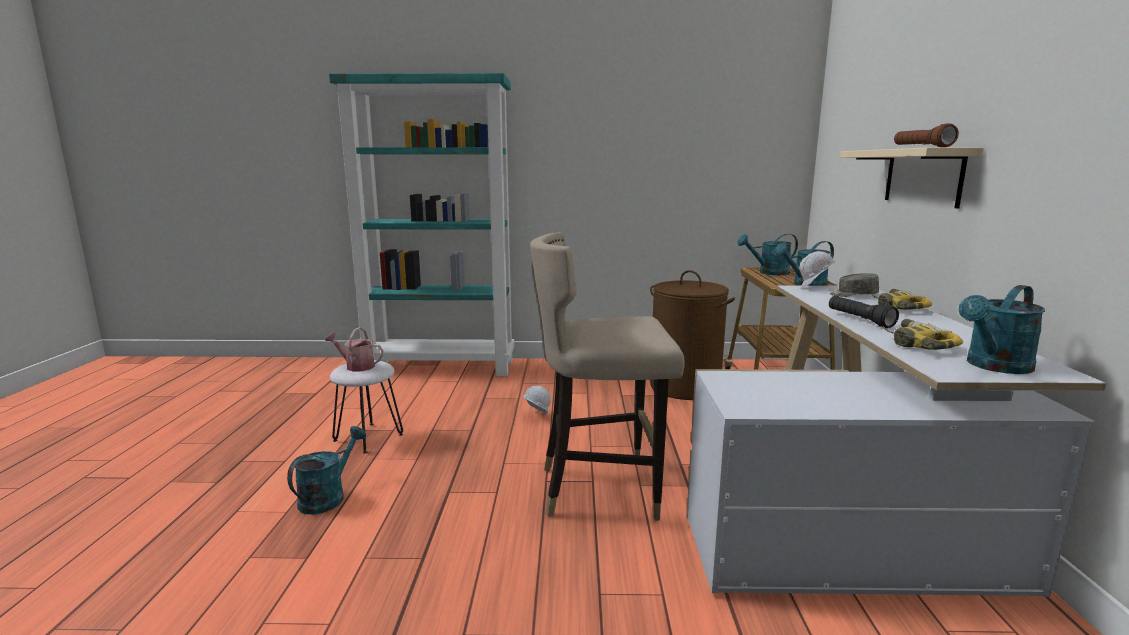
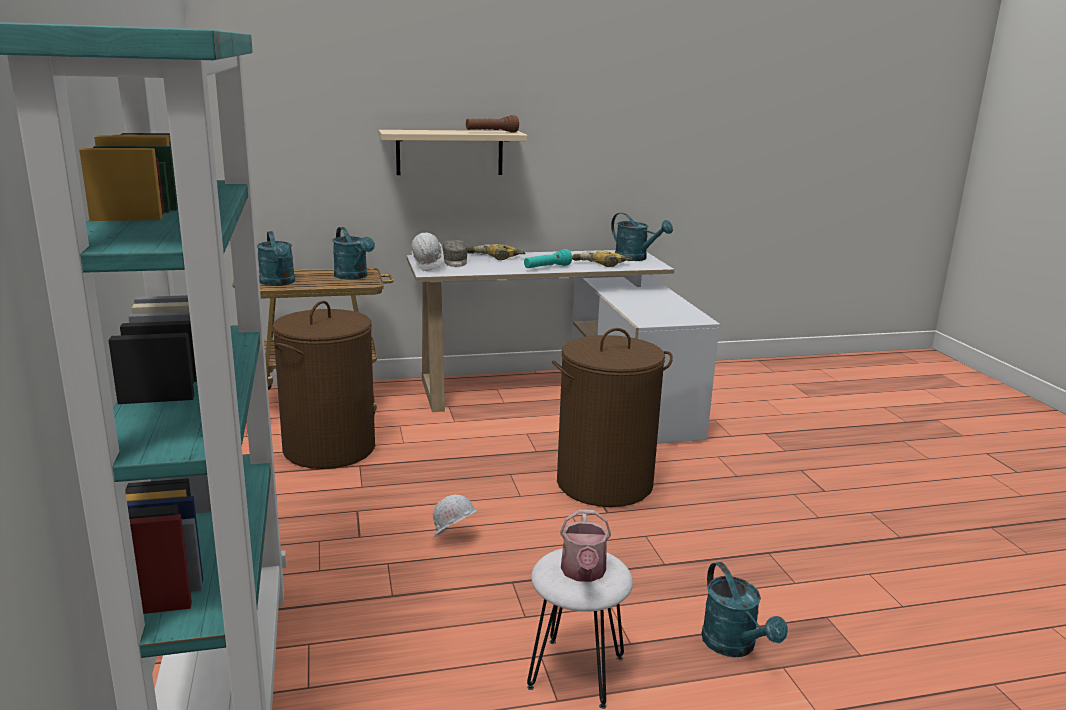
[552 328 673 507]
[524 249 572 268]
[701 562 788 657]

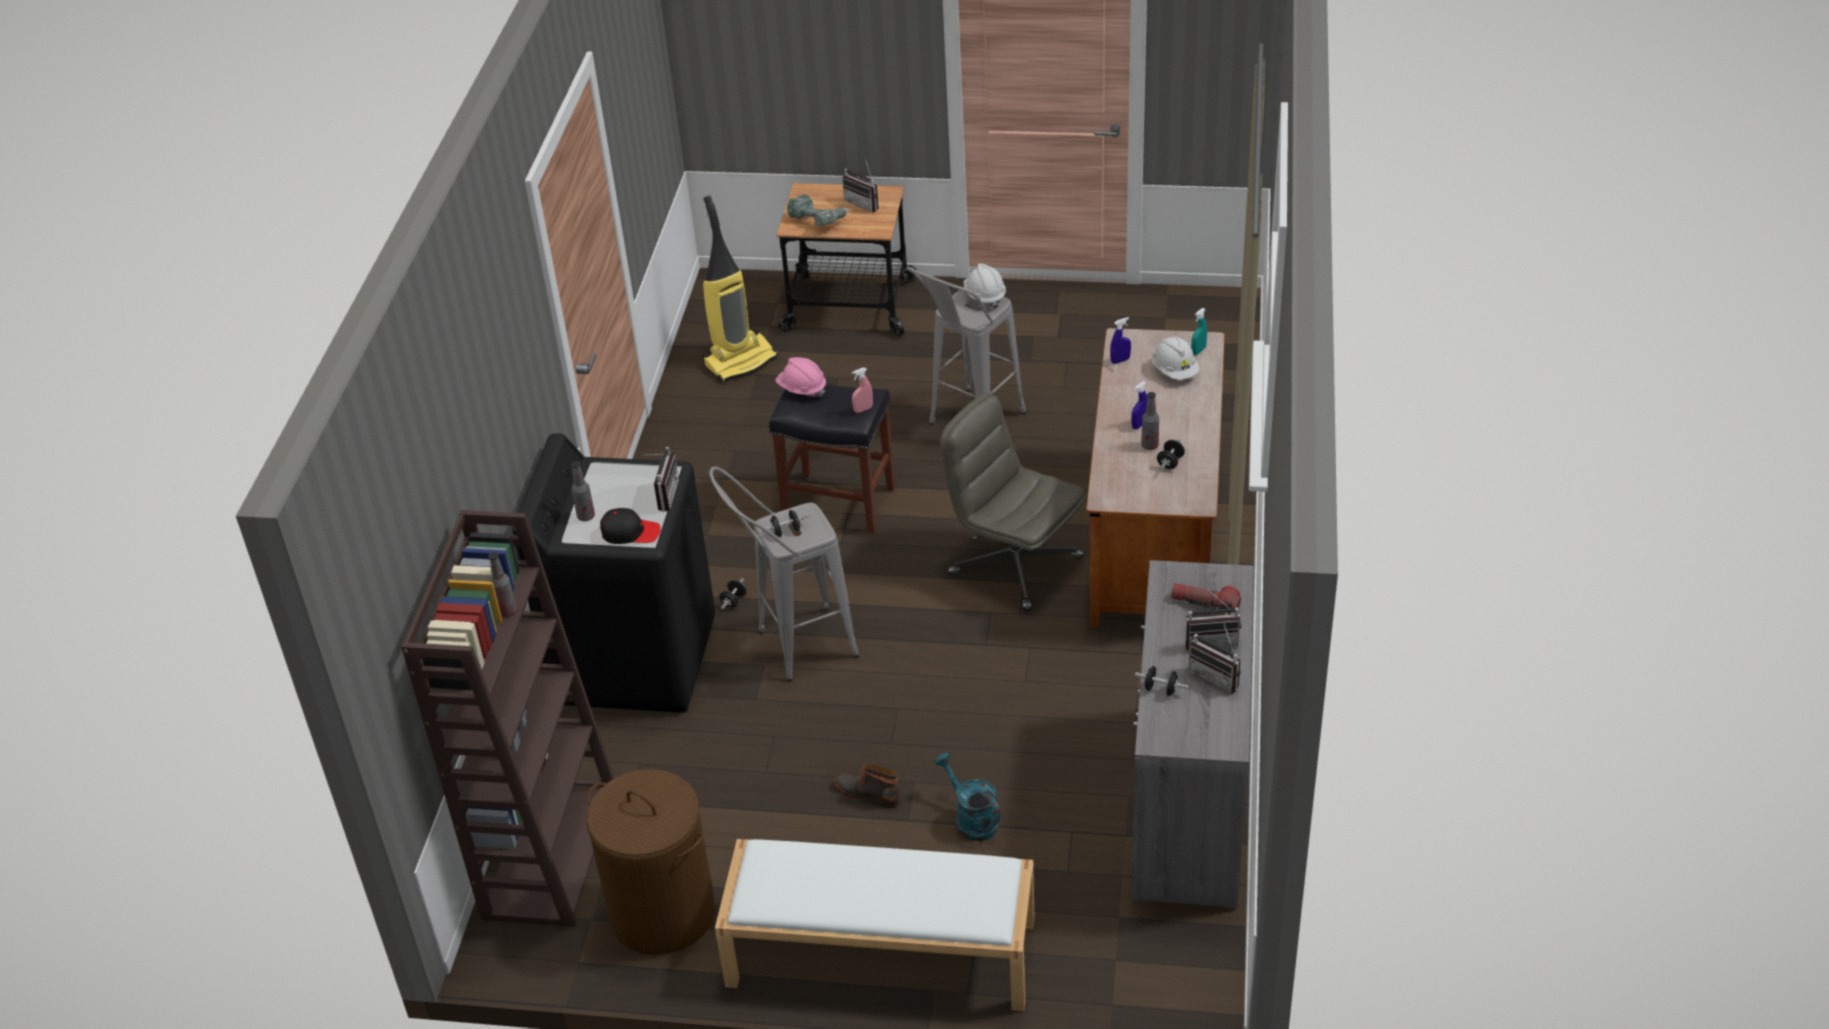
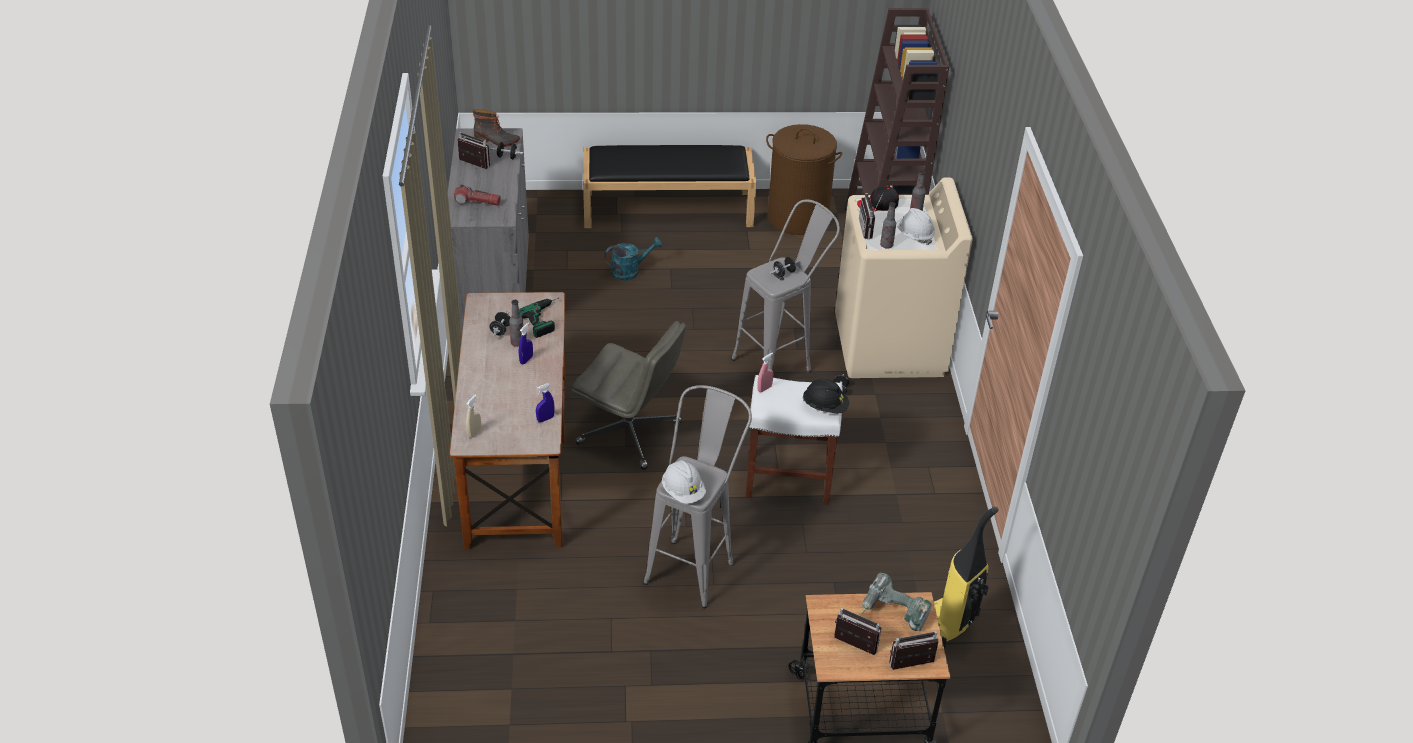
[519 298 559 338]
[880 202 896 249]
[473 109 520 147]
[896 208 935 245]
[889 631 939 670]
[835 177 972 378]
[583 145 756 228]
[746 375 842 505]
[802 379 849 414]
[466 395 481 438]
[604 237 662 281]

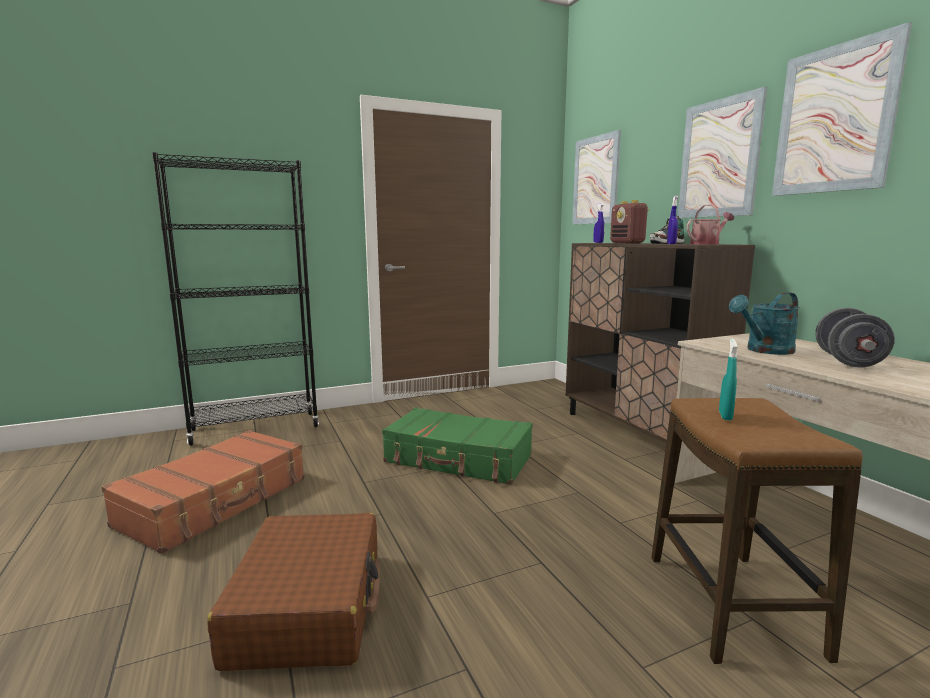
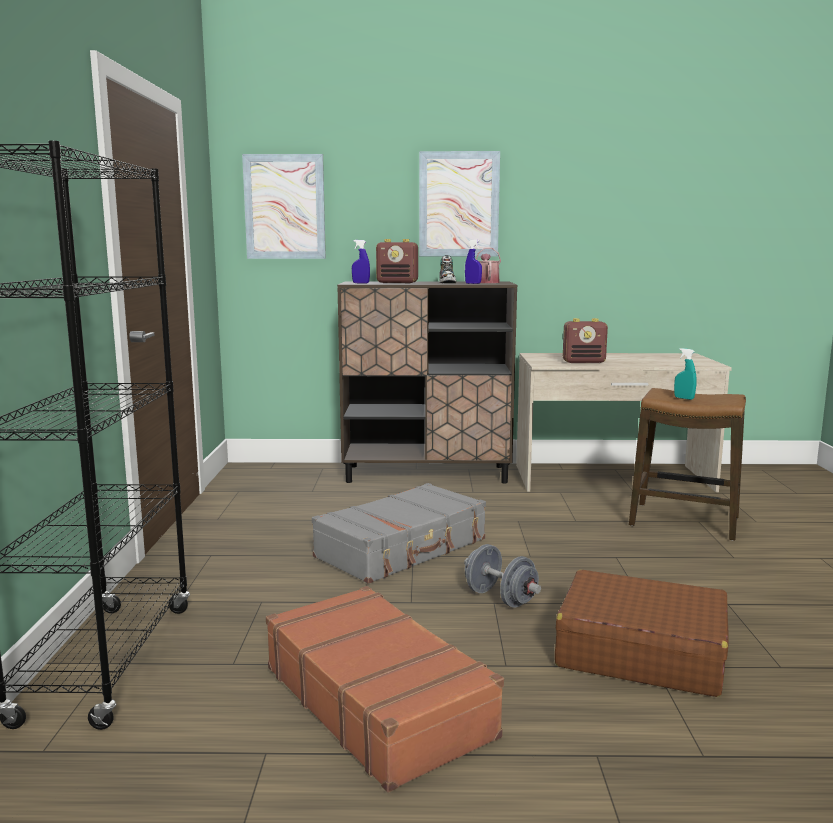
[772 22 912 196] (first image)
[464 544 541 608]
[563 318 608 363]
[312 483 486 584]

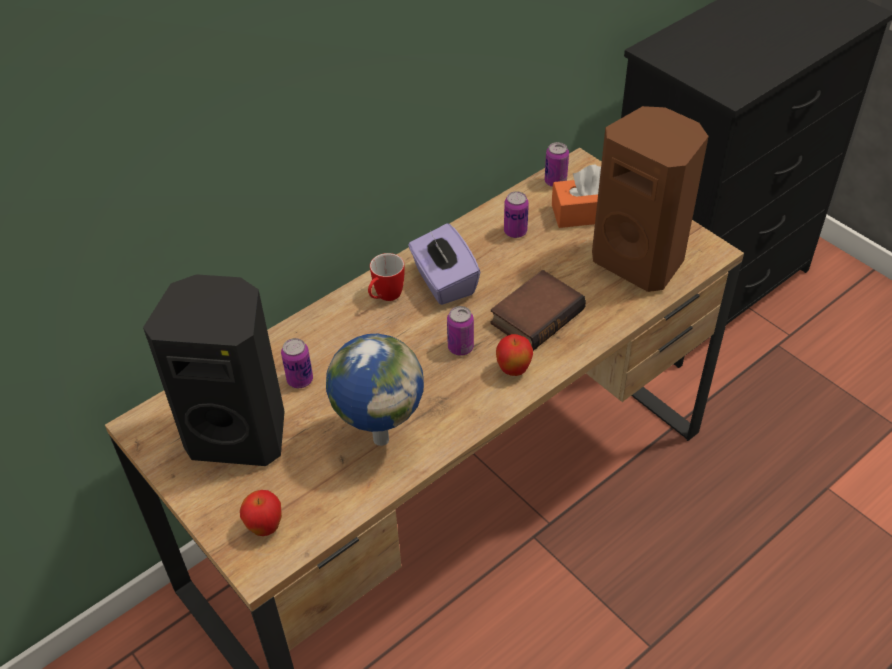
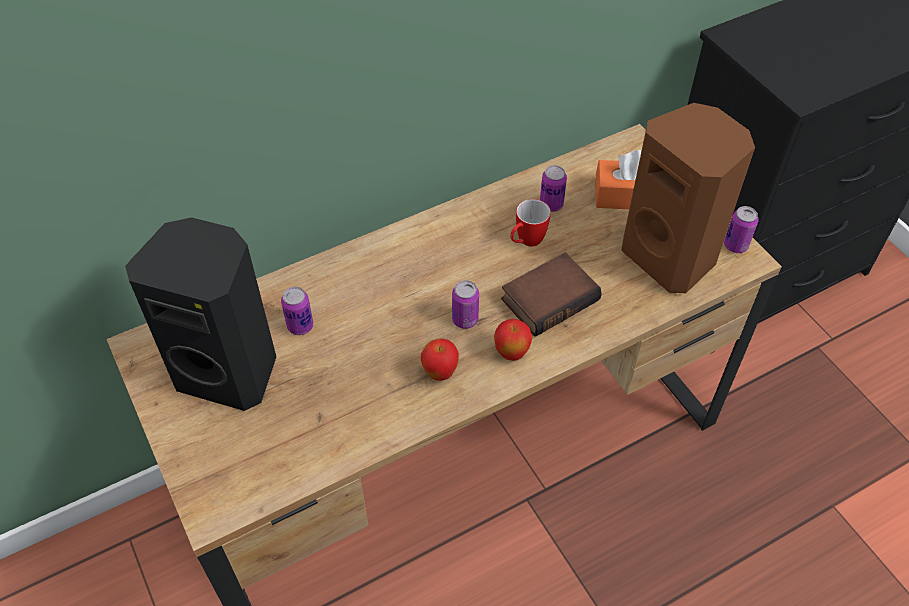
[326 334 424 446] (first image)
[408 223 481 305] (first image)
[421 339 459 381]
[510 199 551 247]
[724 206 759 253]

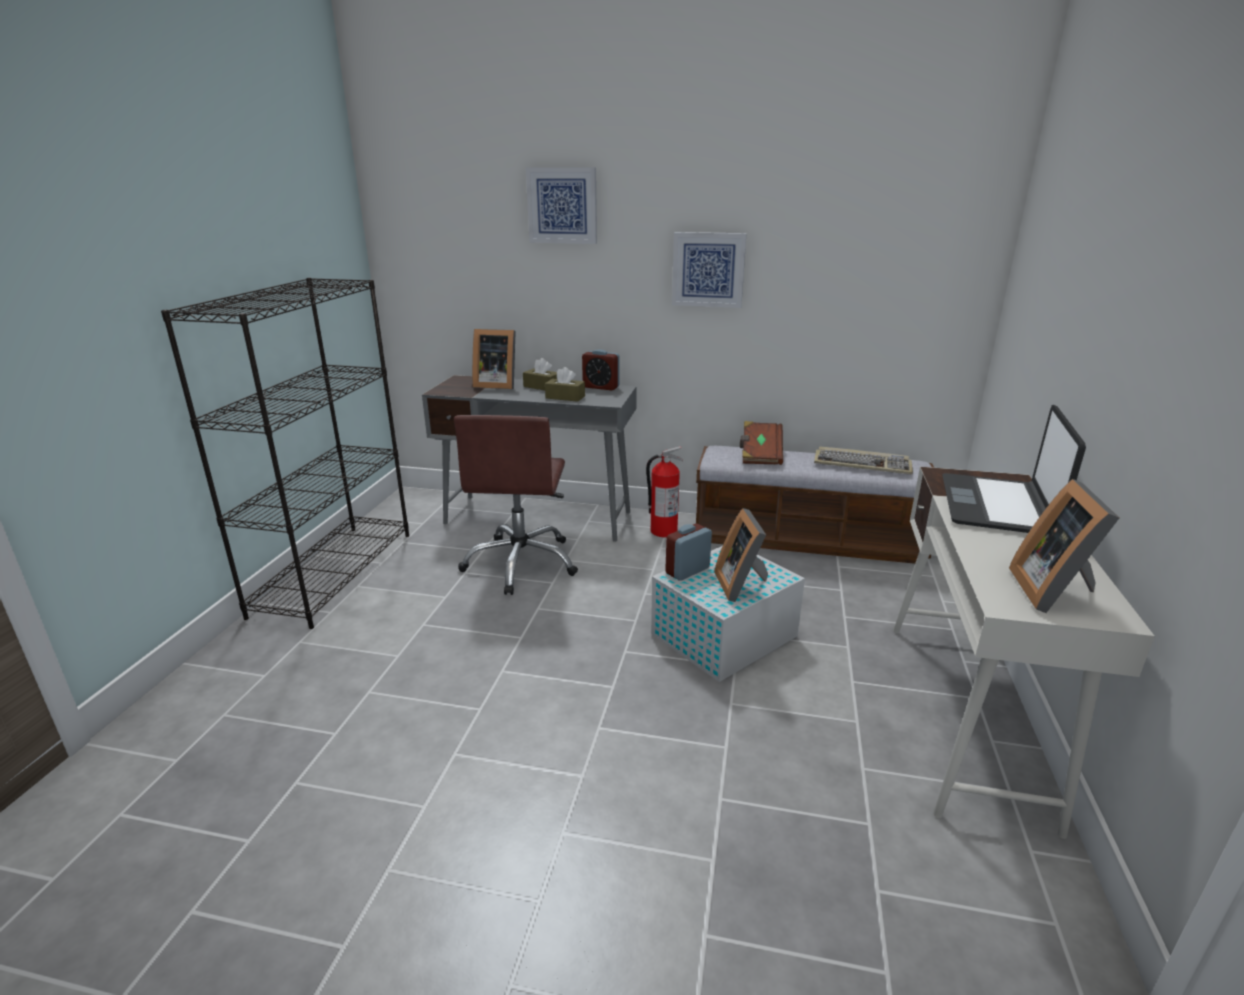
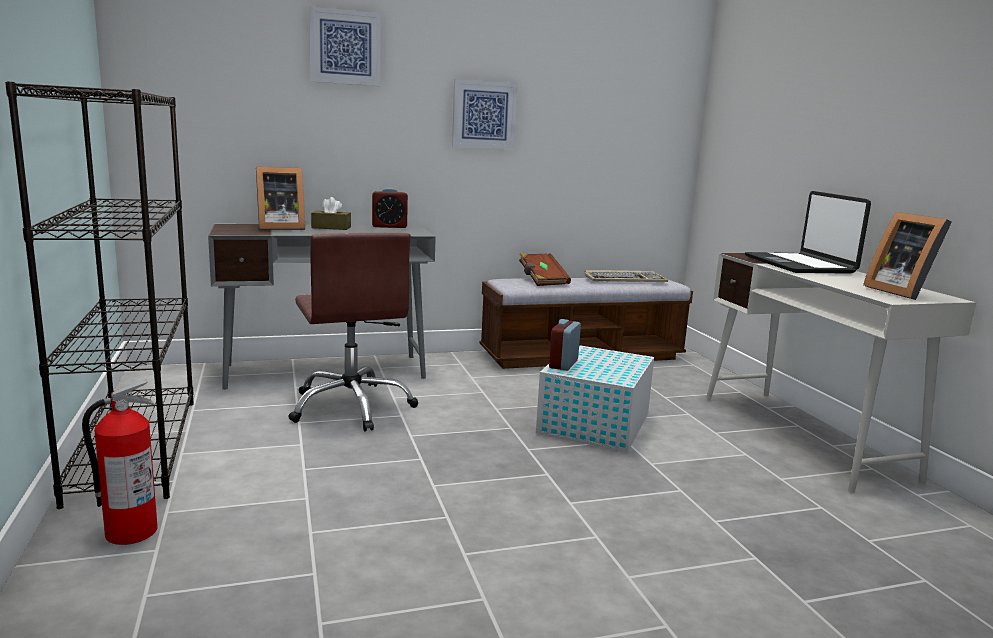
[545 367 585 402] (first image)
[714 508 768 602] (first image)
[82 380 158 545]

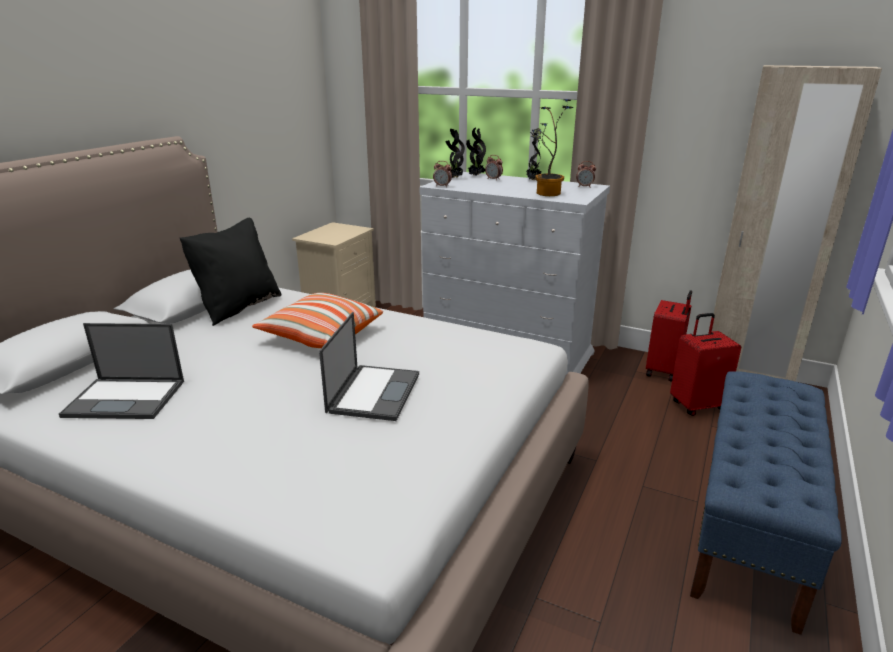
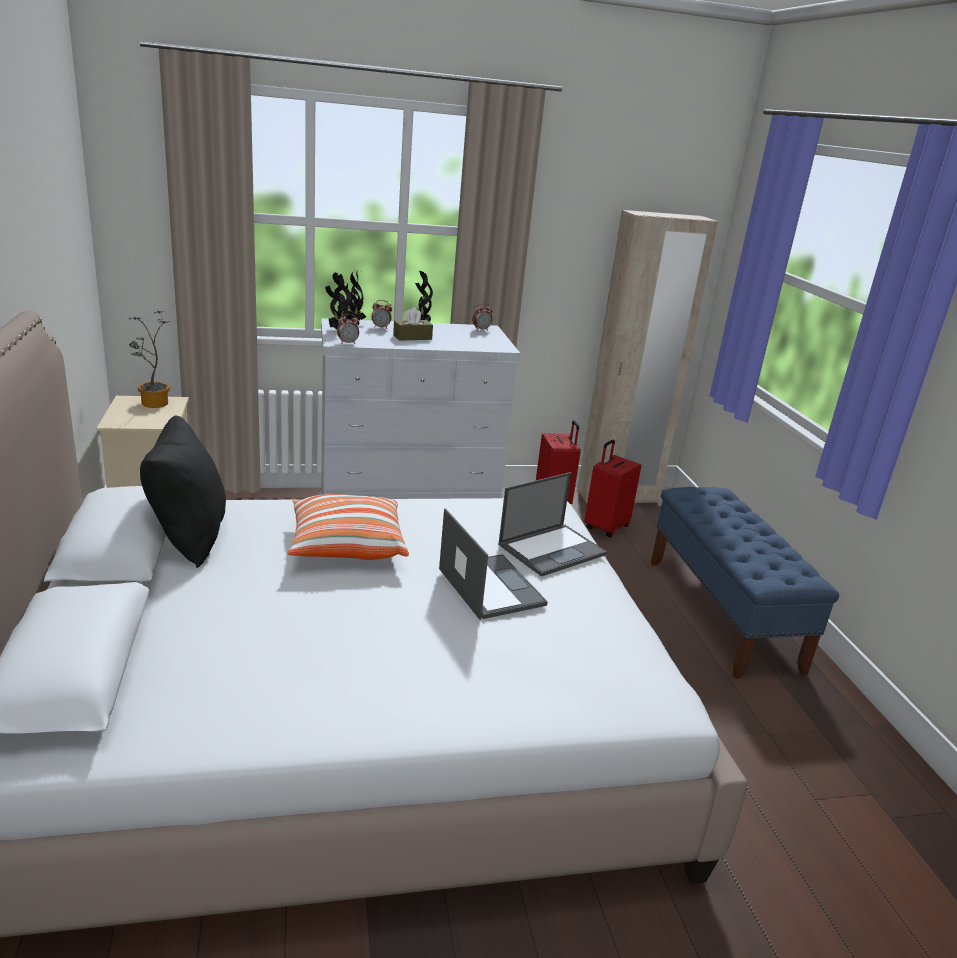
[393 307 433 341]
[498 472 607 577]
[128 311 170 408]

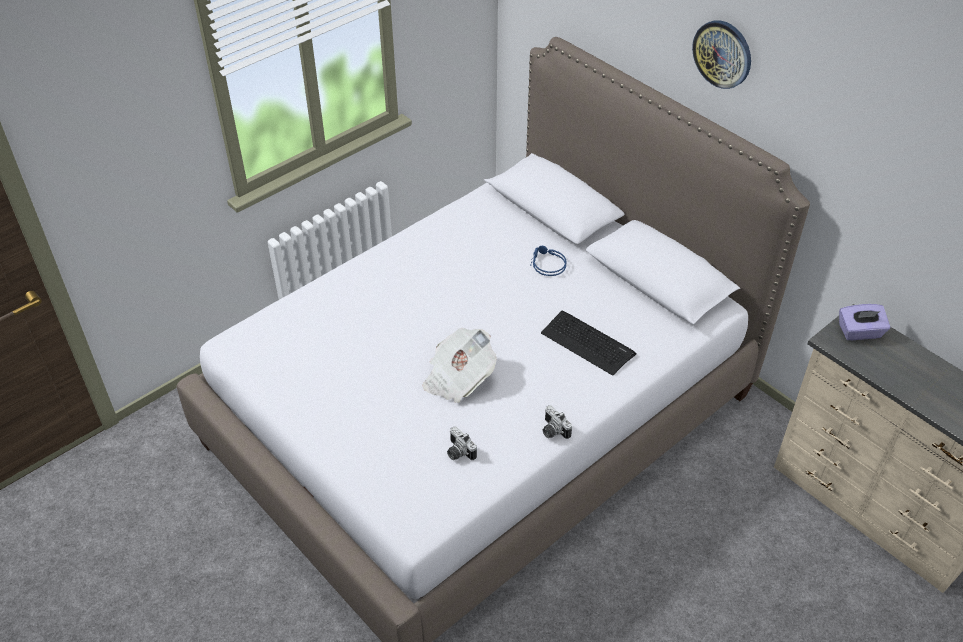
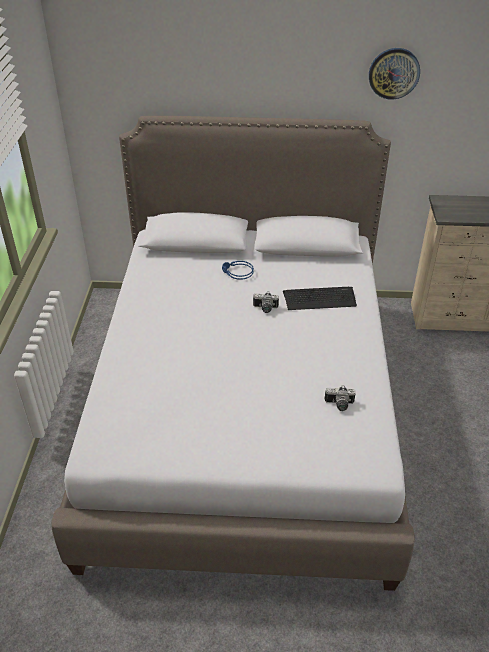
[423 328 497 403] (first image)
[839 304 890 340] (first image)
[253 292 279 313]
[369 48 420 99]

